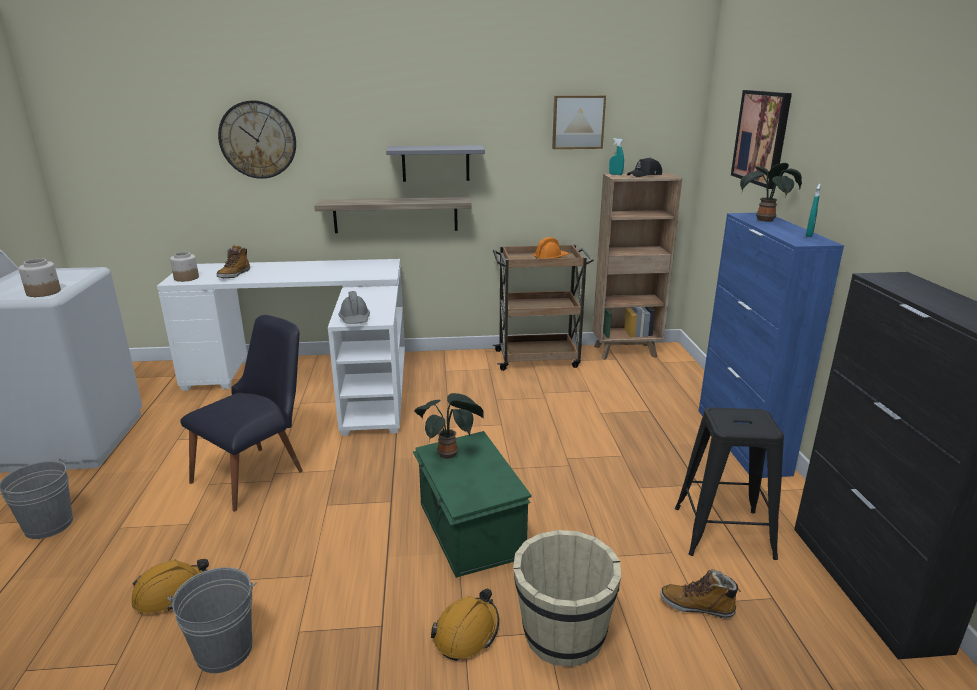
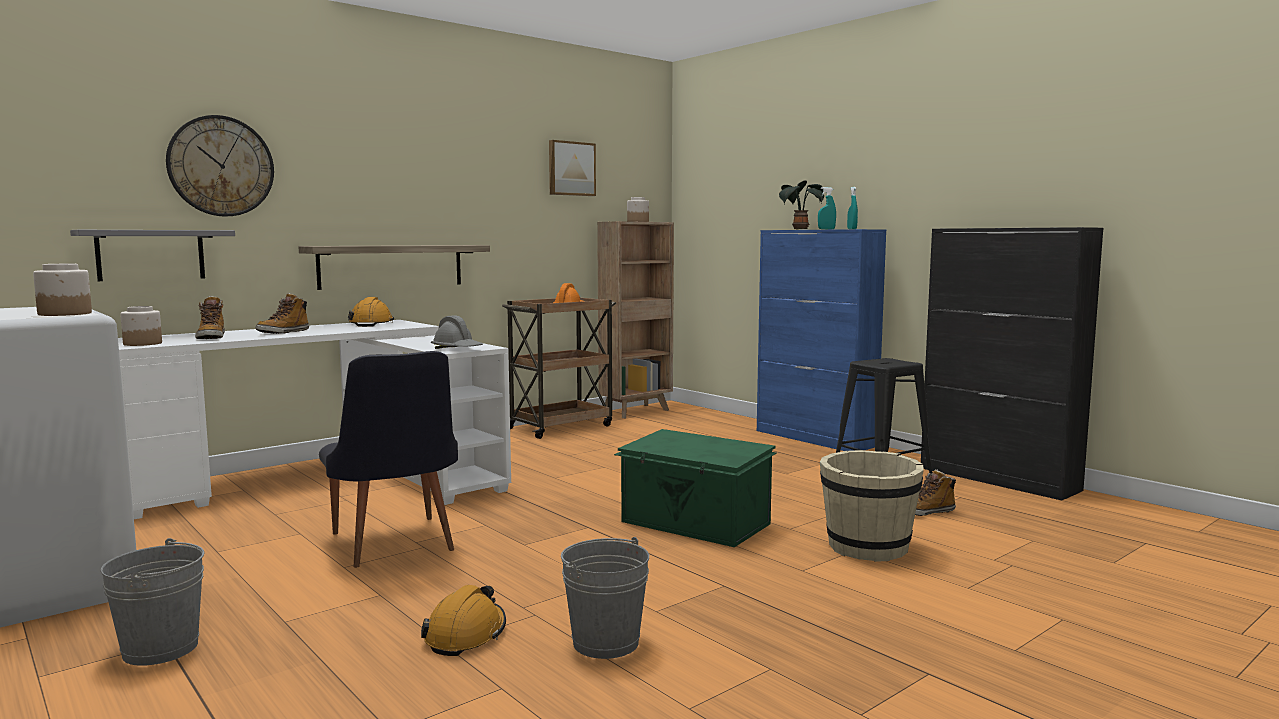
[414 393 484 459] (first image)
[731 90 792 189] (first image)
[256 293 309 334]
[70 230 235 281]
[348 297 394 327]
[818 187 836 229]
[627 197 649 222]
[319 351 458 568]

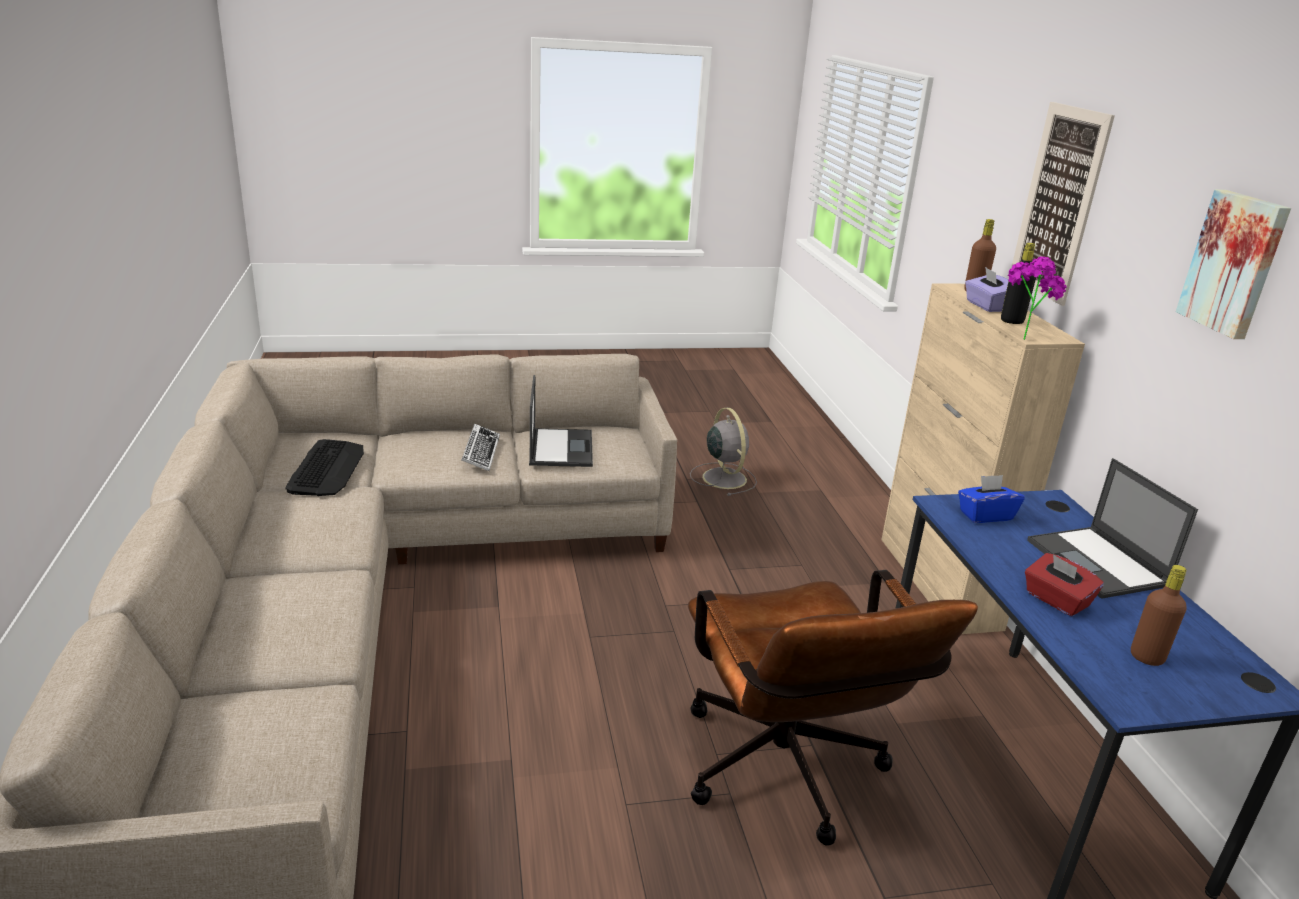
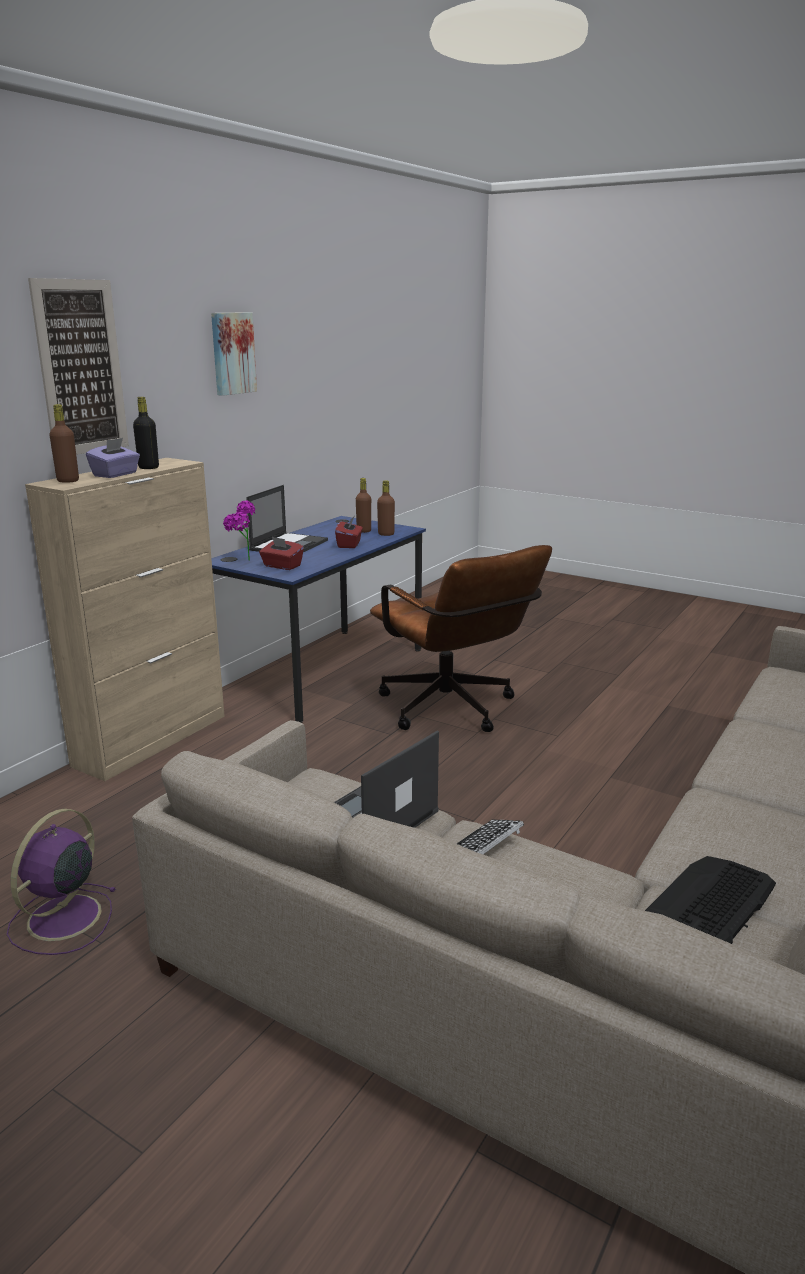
[377 480 395 536]
[223 501 255 561]
[7 809 117 955]
[259 537 304 570]
[370 545 552 732]

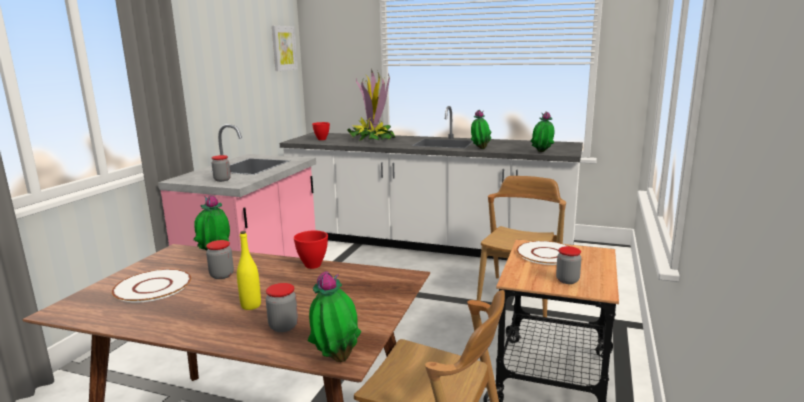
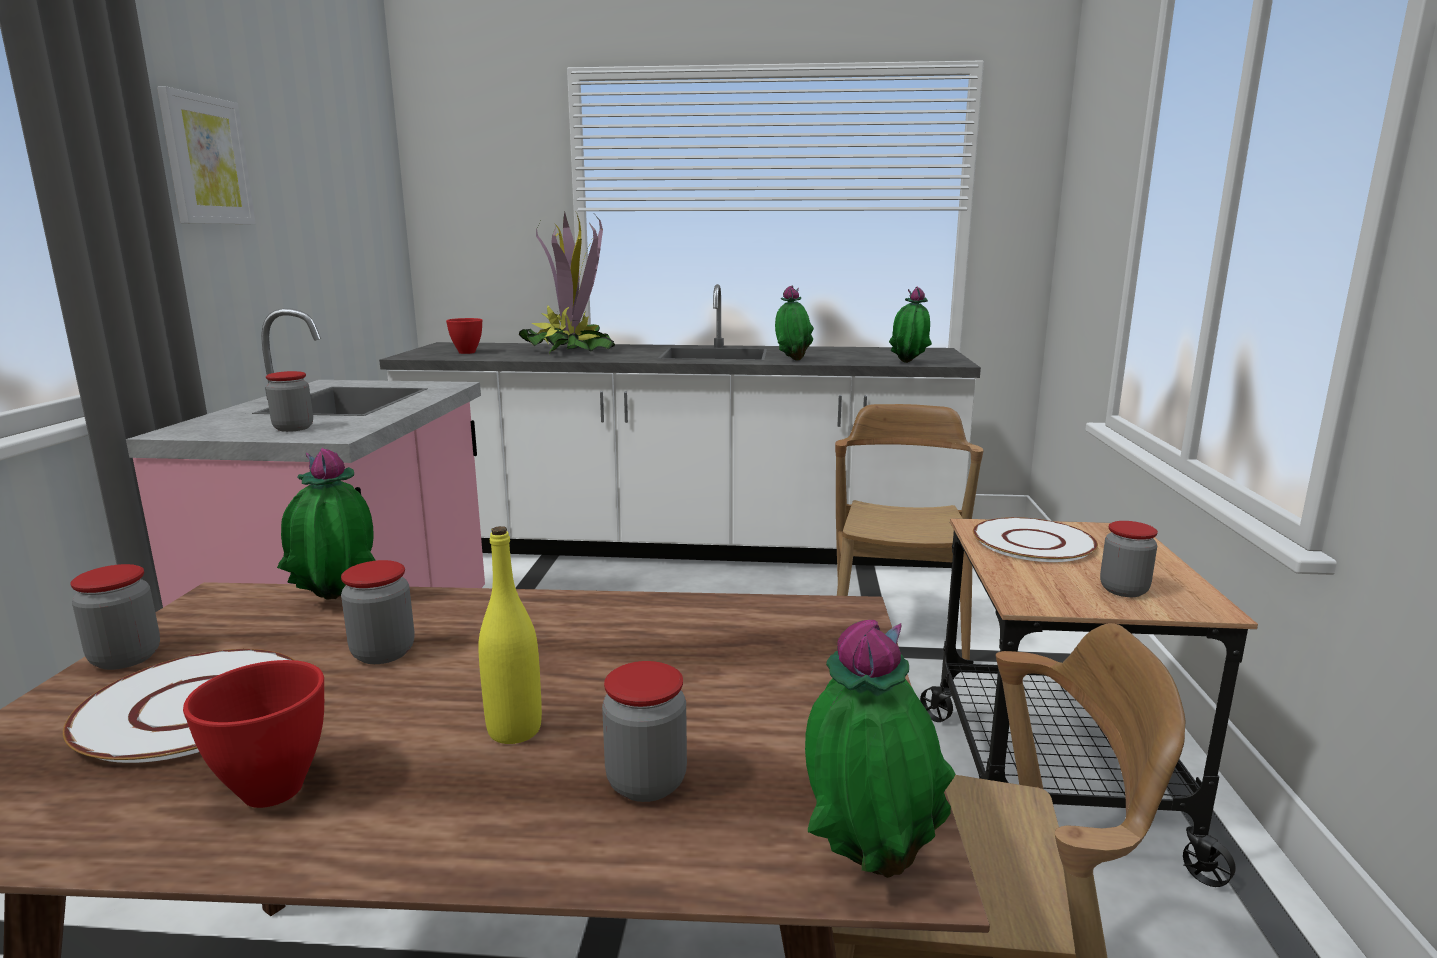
[70 564 160 670]
[157 86 256 224]
[183 660 324 808]

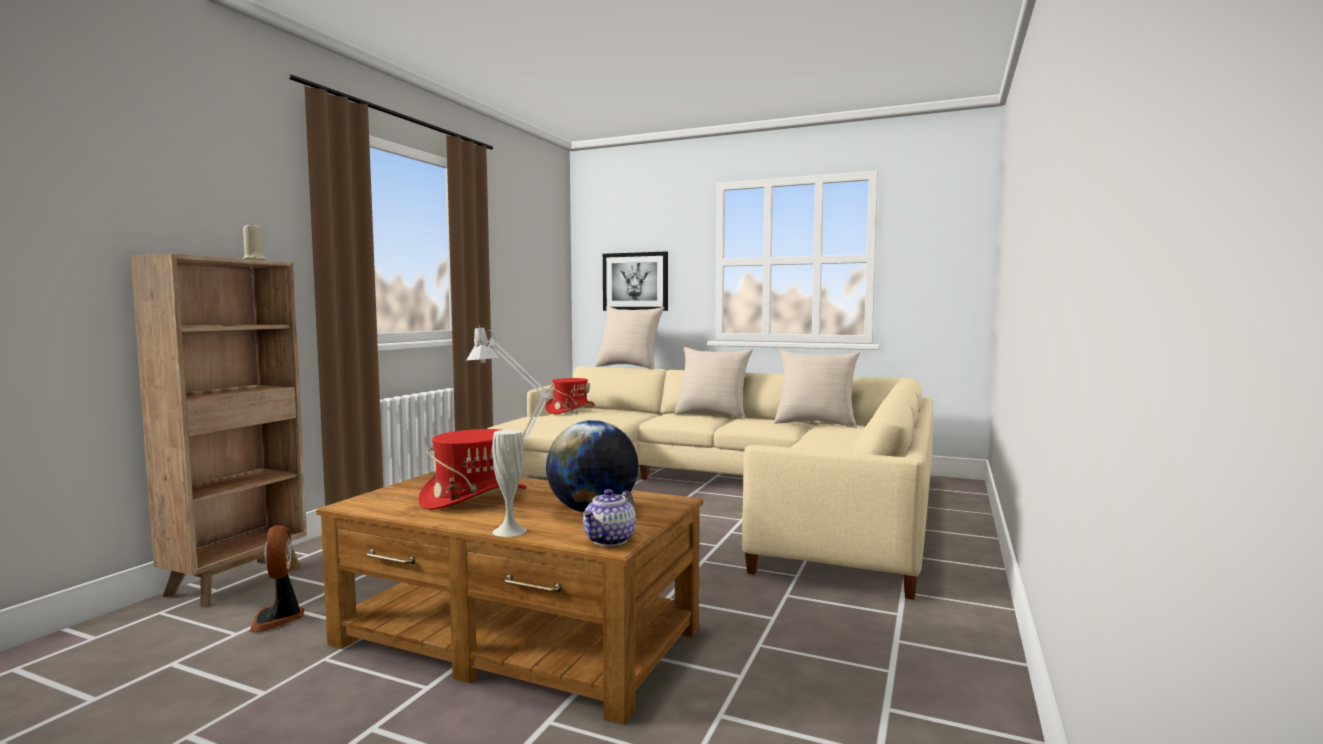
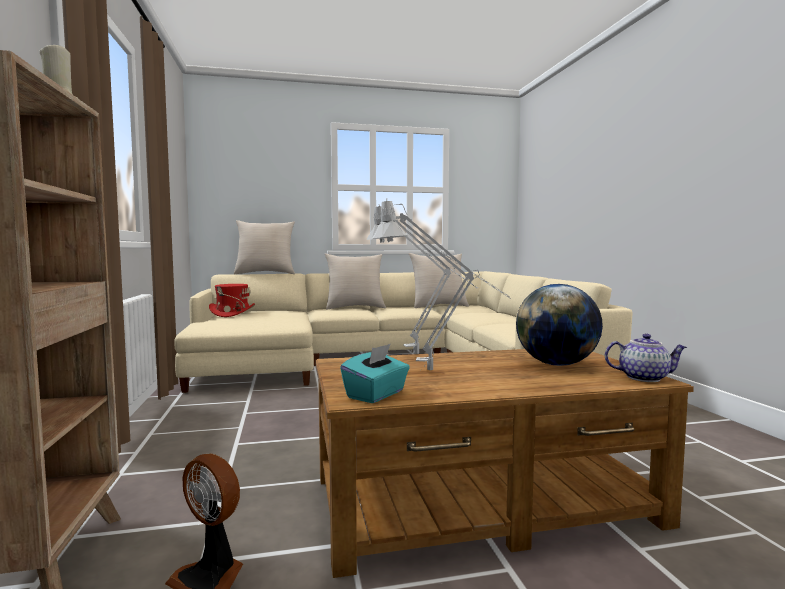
[492 430 527 537] (first image)
[603 251 668 311] (first image)
[340 344 410 403]
[372 198 511 370]
[605 334 687 382]

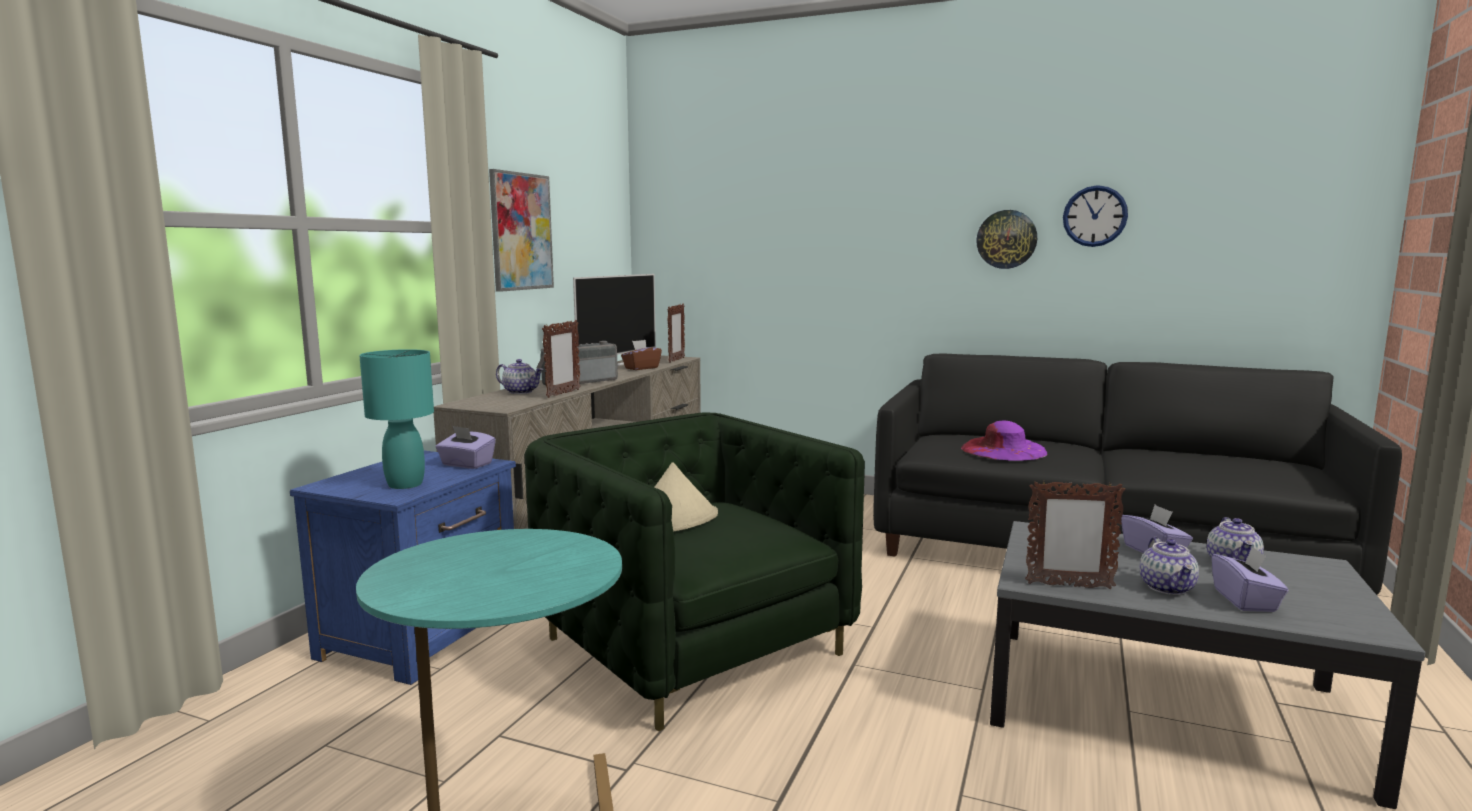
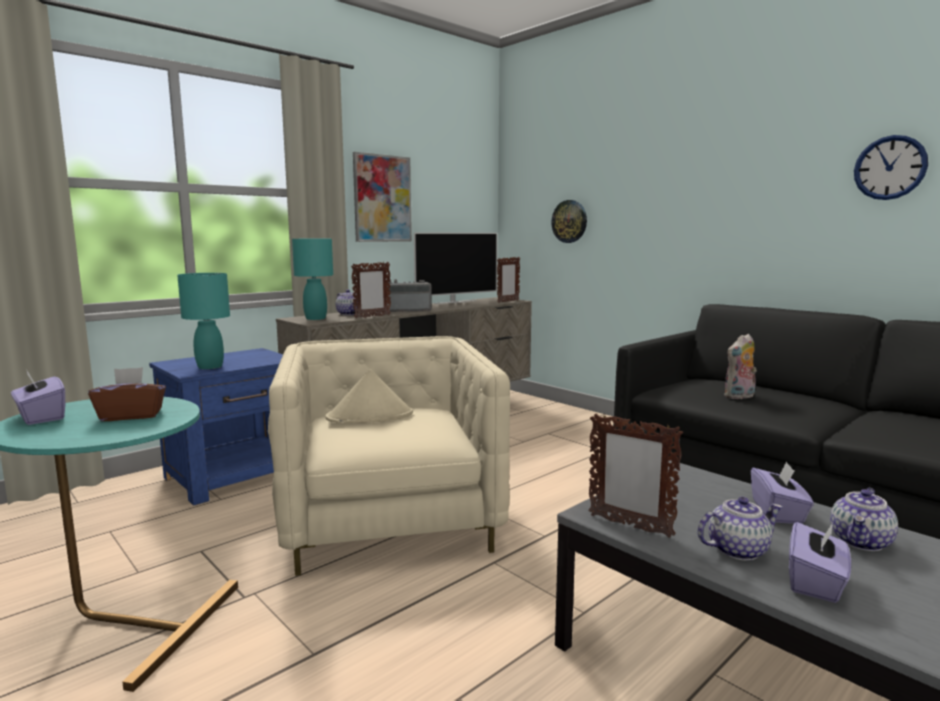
[292 239 333 320]
[11 369 65 425]
[88 367 166 421]
[551 200 587 243]
[725 334 757 399]
[268 336 510 576]
[698 497 782 561]

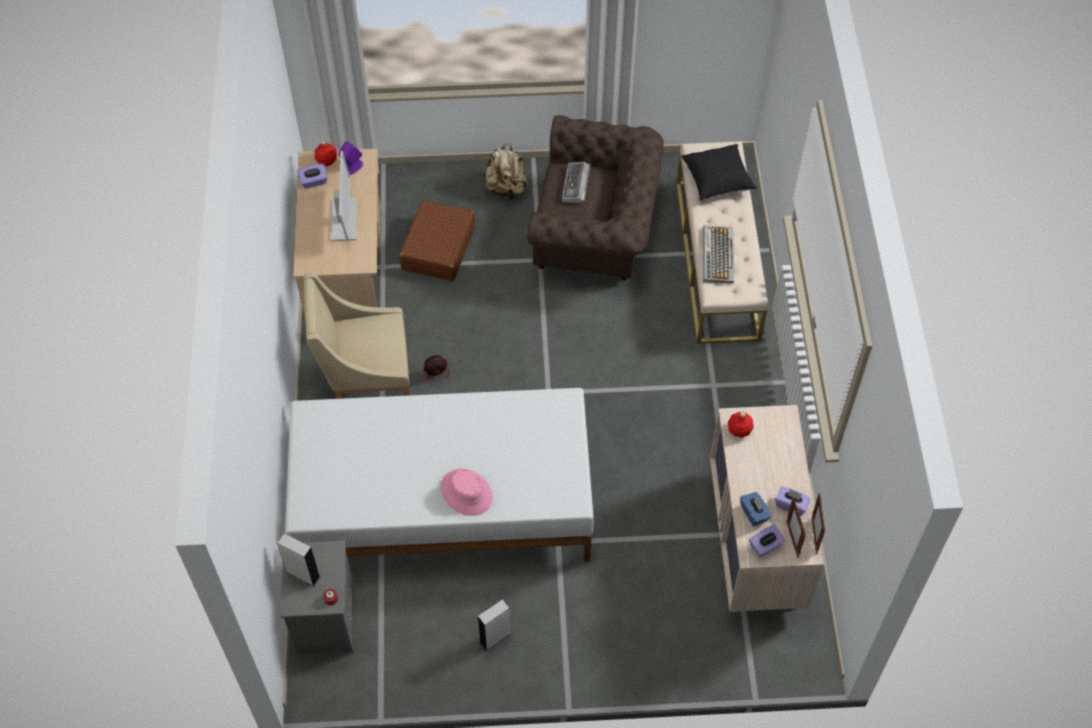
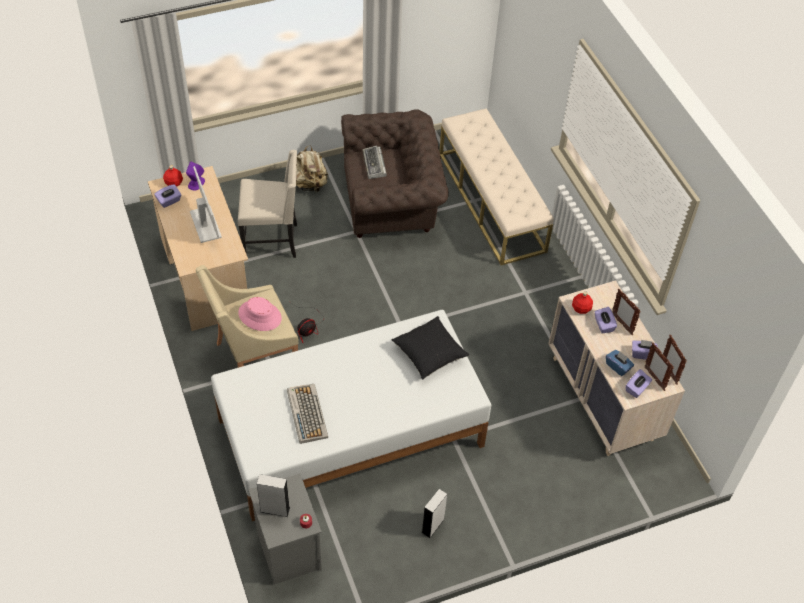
[595 307 617 334]
[613 289 641 335]
[238 297 282 331]
[392 316 469 380]
[287 384 328 444]
[238 150 297 258]

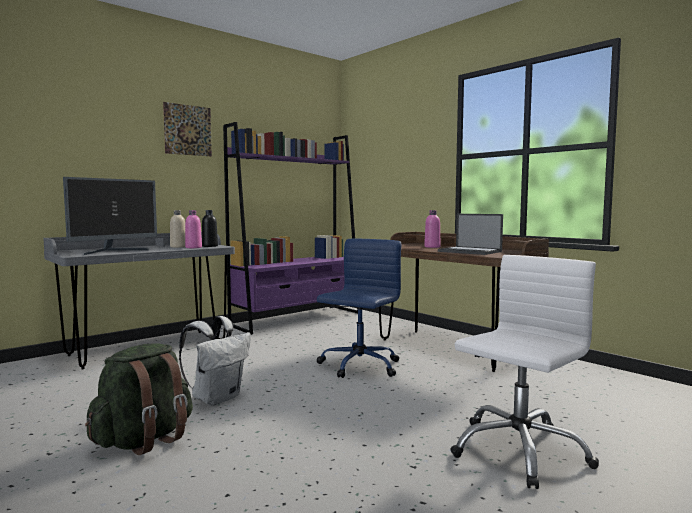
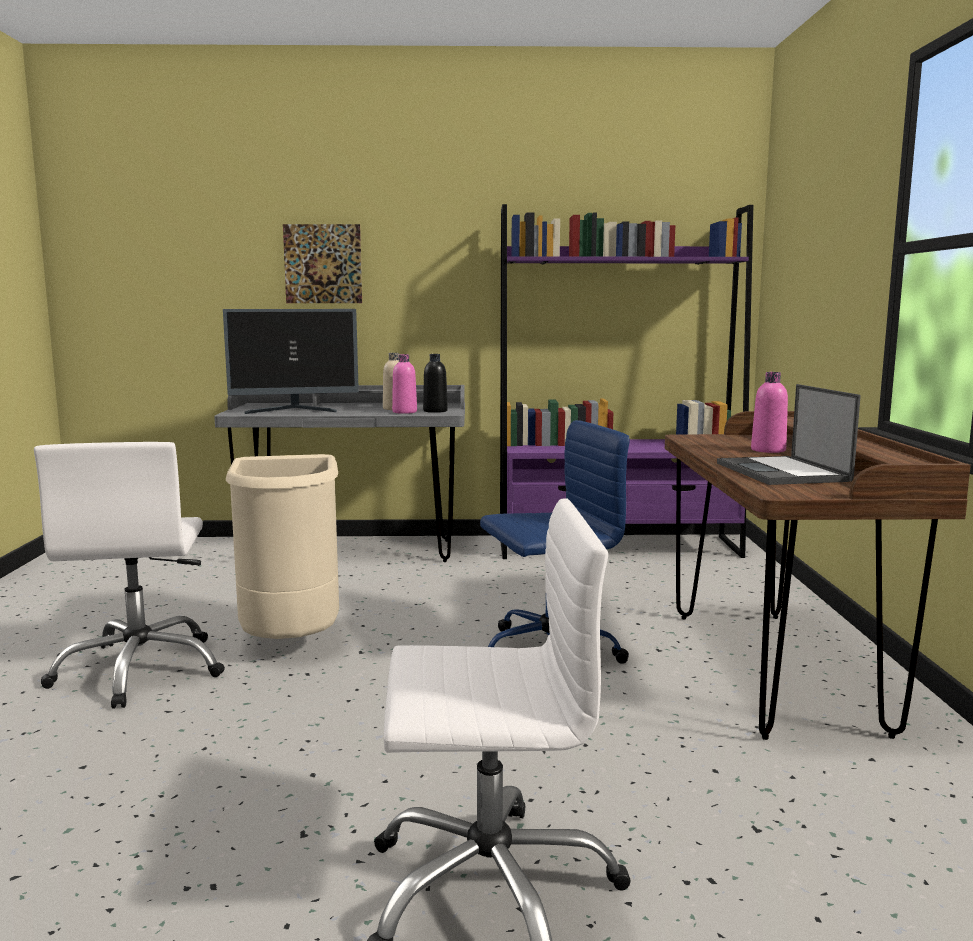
[283 224 362 303]
[34 442 225 709]
[226 454 339 639]

